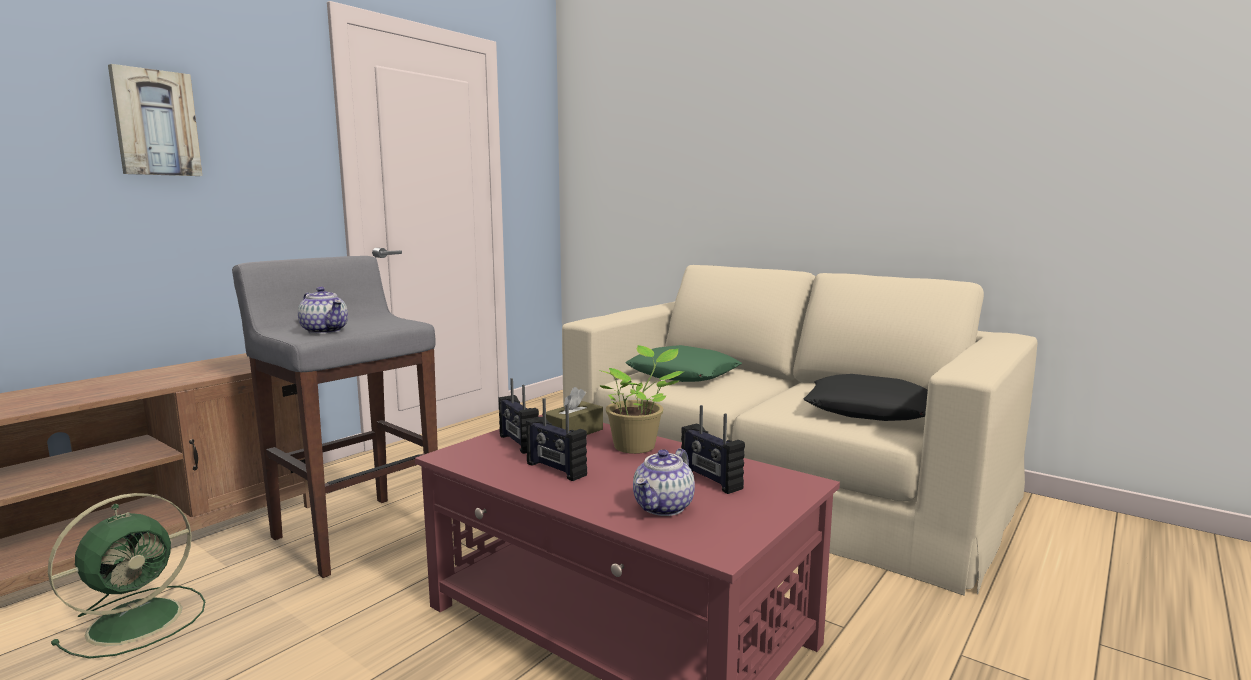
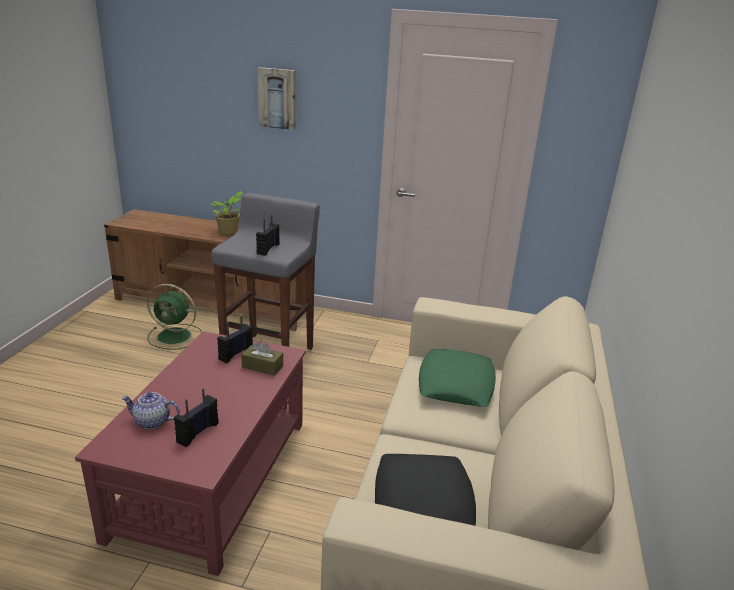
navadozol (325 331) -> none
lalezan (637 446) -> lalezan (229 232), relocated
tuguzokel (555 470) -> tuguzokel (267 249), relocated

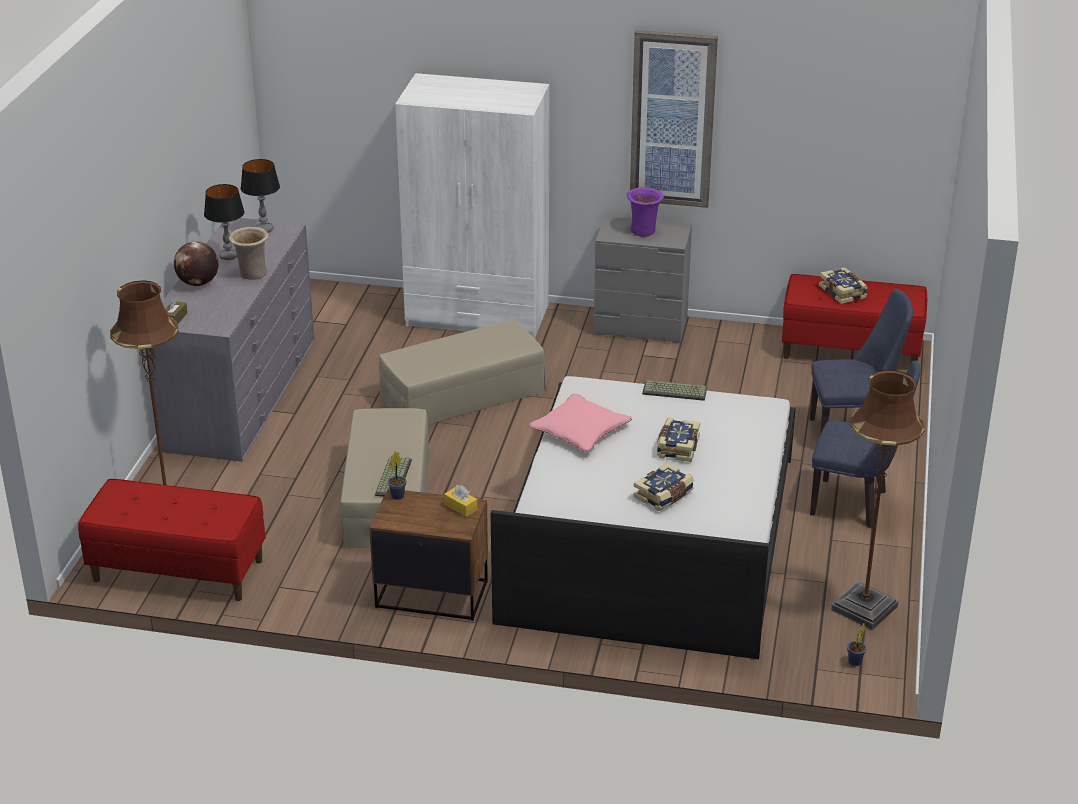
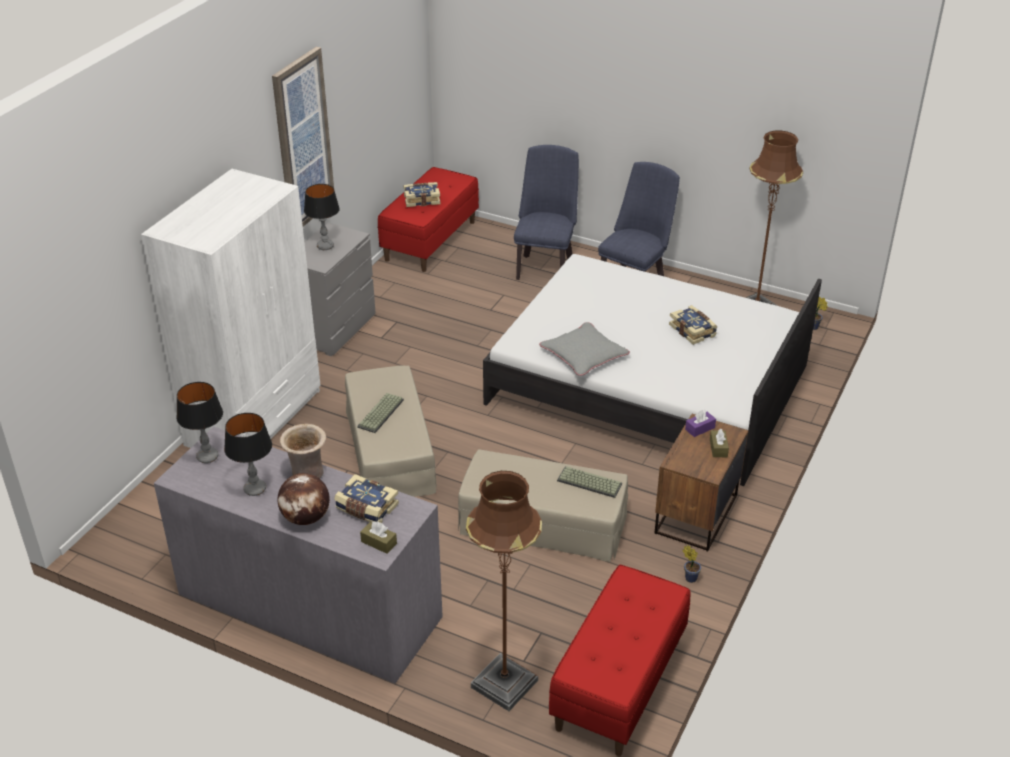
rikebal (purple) (644 231) -> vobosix (325 246)
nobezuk (673 392) -> nobezuk (381 414), relocated
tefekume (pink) (580 430) -> tefekume (grey) (584 355)
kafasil (677 447) -> kafasil (366 508), relocated
lalezan (398 495) -> lalezan (689 577), relocated
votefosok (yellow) (460 507) -> votefosok (purple) (700 428)
none -> votefosok (brown) (718 448)

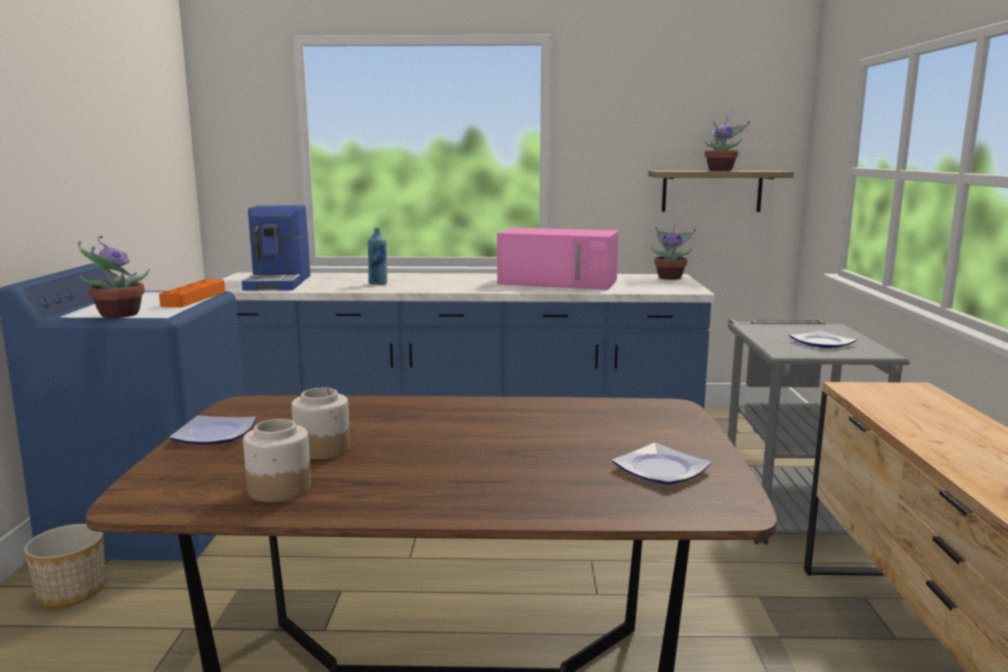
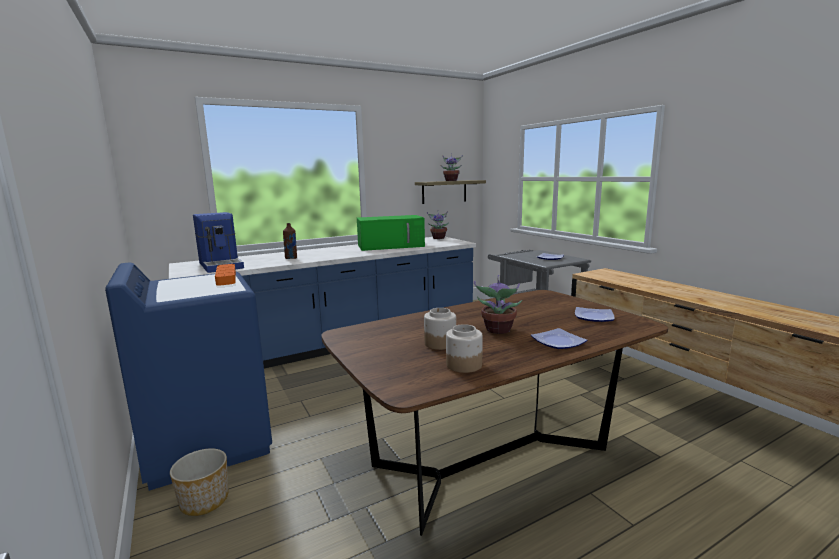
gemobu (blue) (378 284) -> gemobu (brown) (291 258)
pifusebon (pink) (559 282) -> pifusebon (green) (391 246)
lalezan (117 315) -> lalezan (497 330), relocated
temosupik (216 434) -> temosupik (558 342), relocated

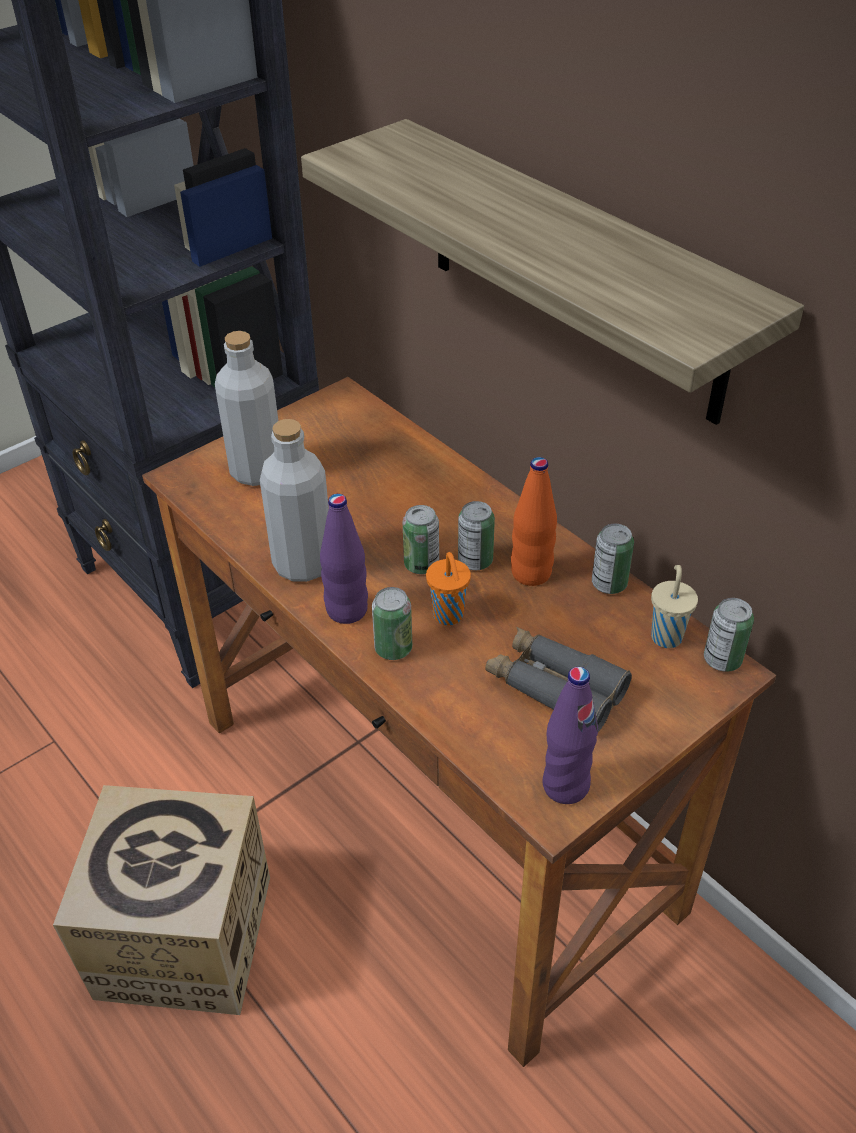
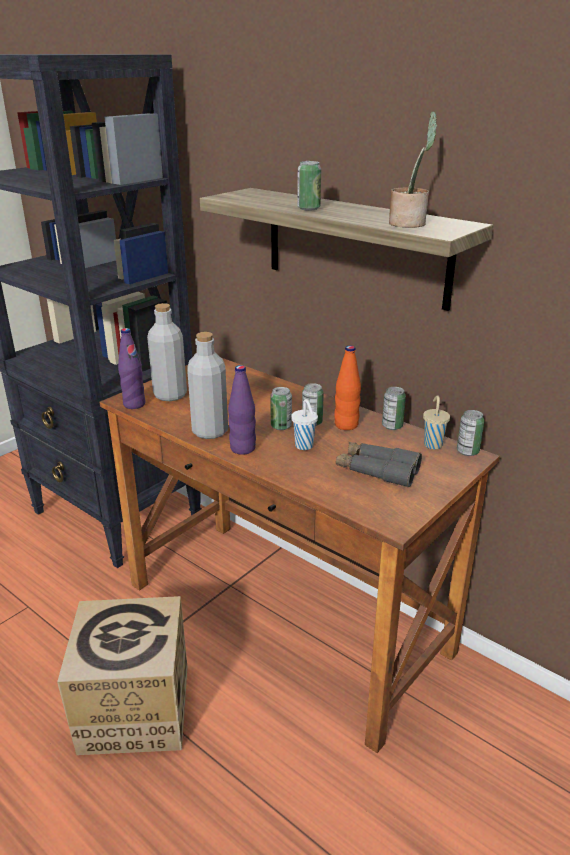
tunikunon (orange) (449 616) -> tunikunon (white) (304 446)
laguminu (393 648) -> laguminu (308 208), relocated
gemobu (purple) (565 786) -> gemobu (purple) (134 404), relocated
none -> lalezan (409 223)

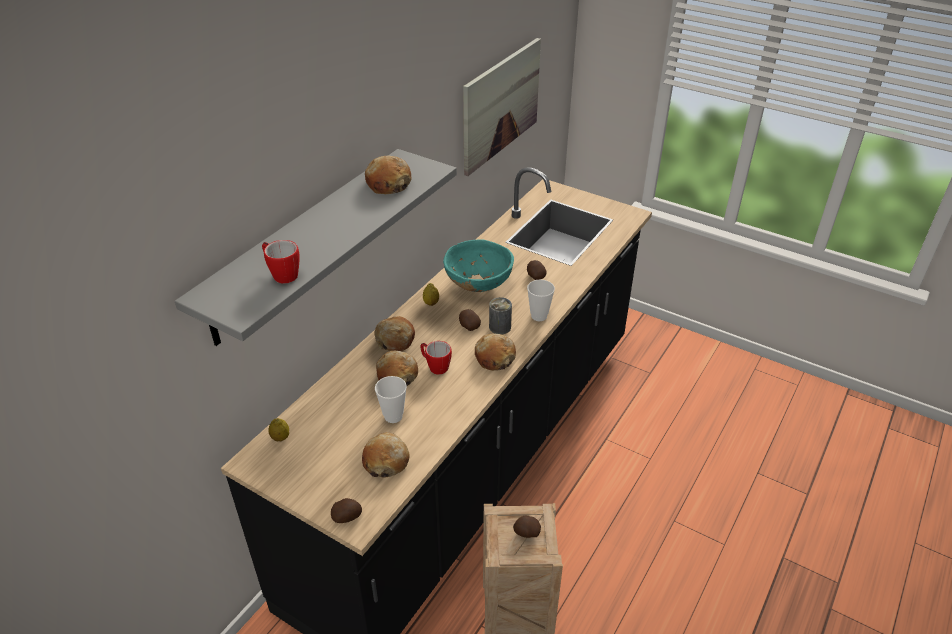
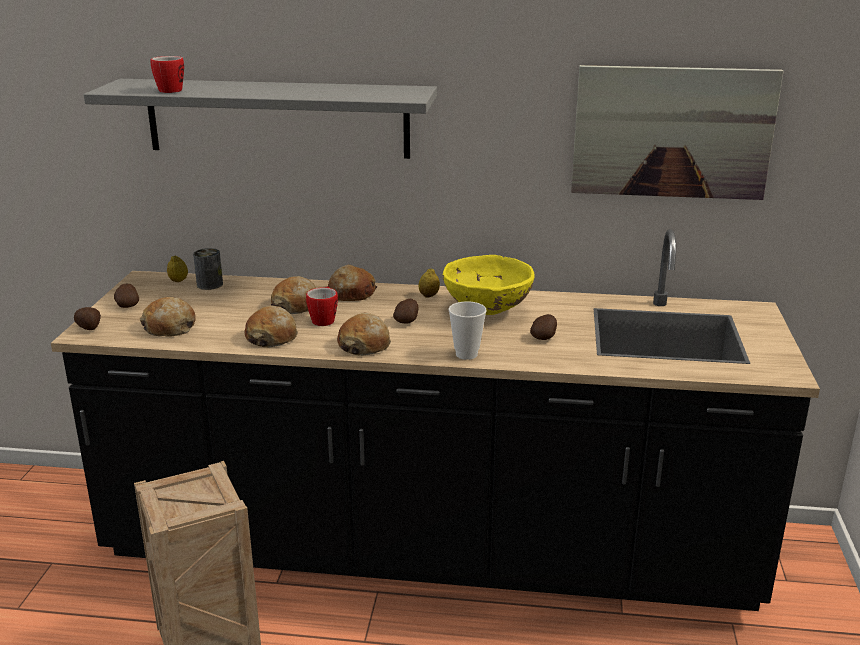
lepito (388 184) -> lepito (272 337), relocated
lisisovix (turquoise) (478 285) -> lisisovix (yellow) (487 311)
laguminu (500 327) -> laguminu (210 284), relocated
tunikunon (393 416) -> none
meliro (526 533) -> meliro (127 306), relocated

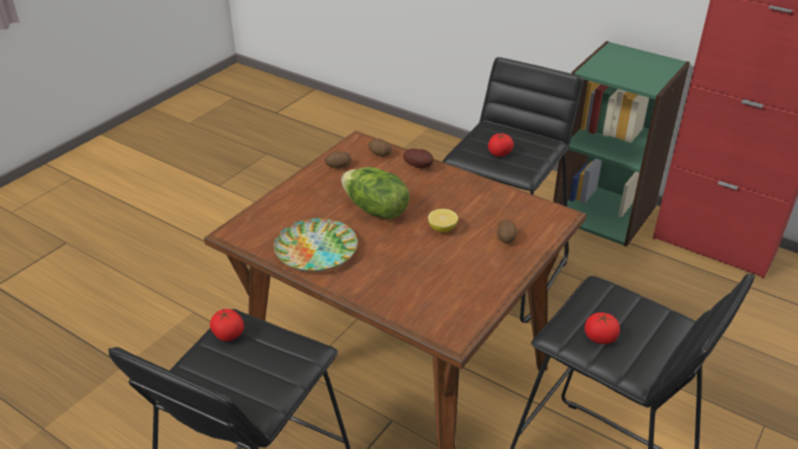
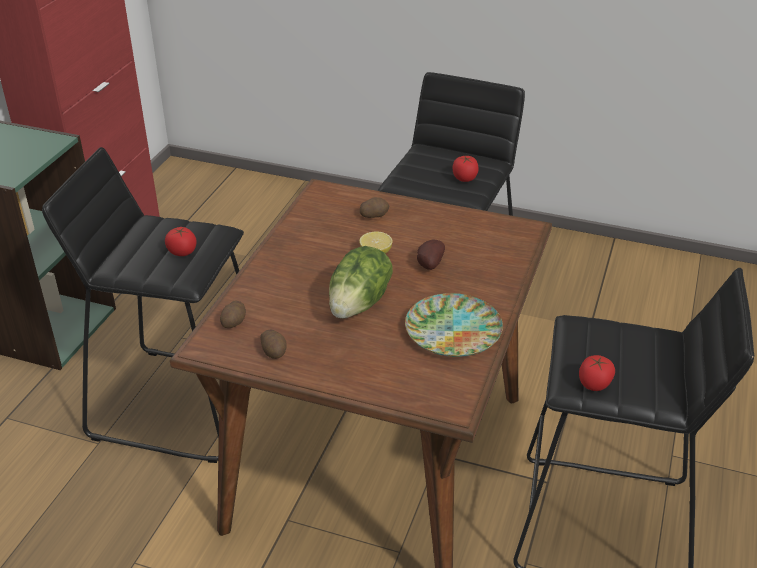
meliro (419 166) -> meliro (429 264), relocated

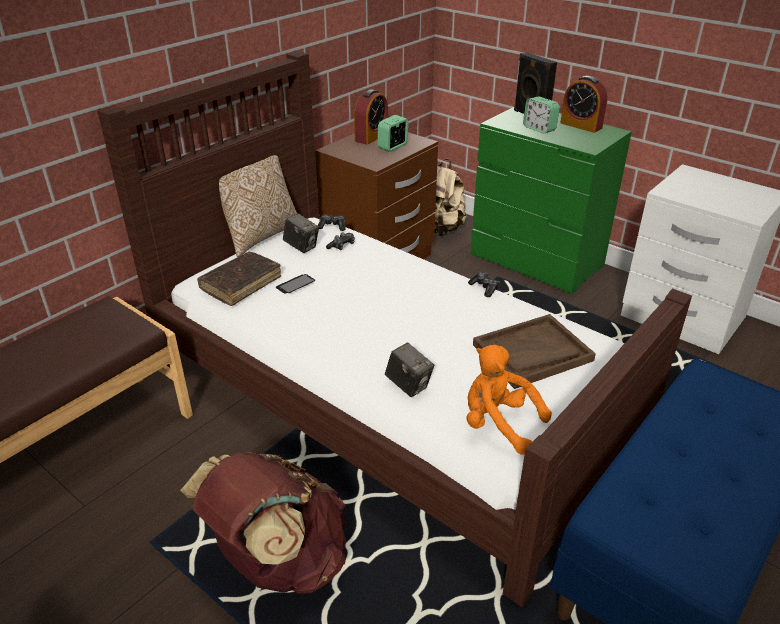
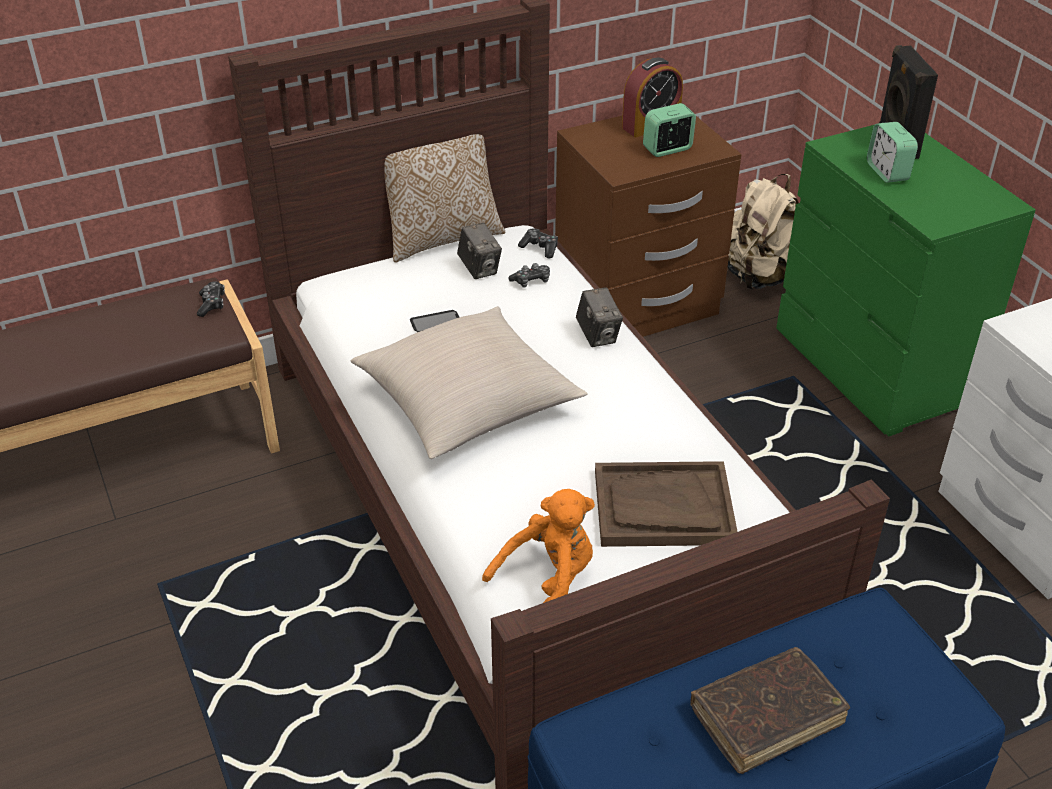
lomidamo (581 125) -> none
kafasil (brown) (241 284) -> kafasil (brown) (766 717), relocated
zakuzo (484 288) -> zakuzo (212 304), relocated
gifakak (408 385) -> gifakak (598 335), relocated
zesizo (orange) (498 424) -> zesizo (orange) (547 583), 90 degrees clockwise
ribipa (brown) (278 561) -> none
none -> tefekume (beige) (467 402)

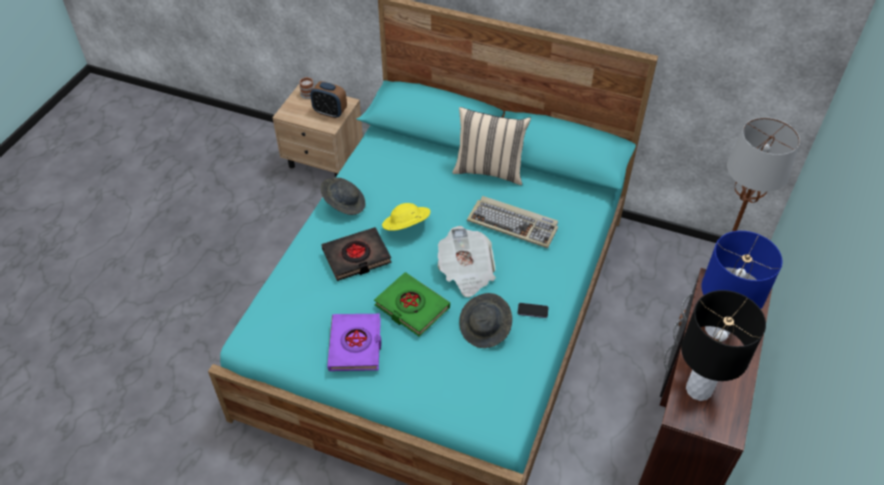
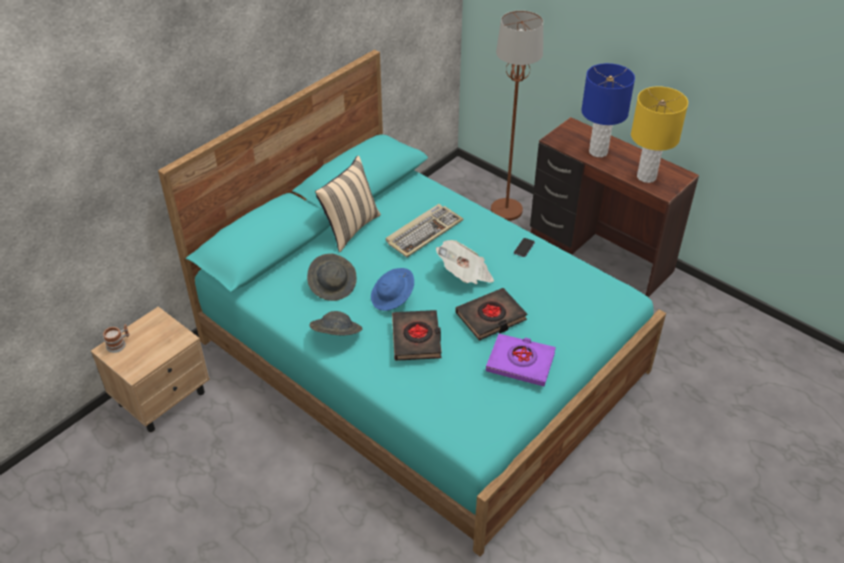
lomidamo (330 112) -> none
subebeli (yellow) (406 227) -> subebeli (blue) (392 298)
kafasil (green) (411 307) -> kafasil (black) (491 317)
vobosix (black) (698 390) -> vobosix (yellow) (646 177)
subebeli (grey) (485 328) -> subebeli (grey) (333 285), relocated

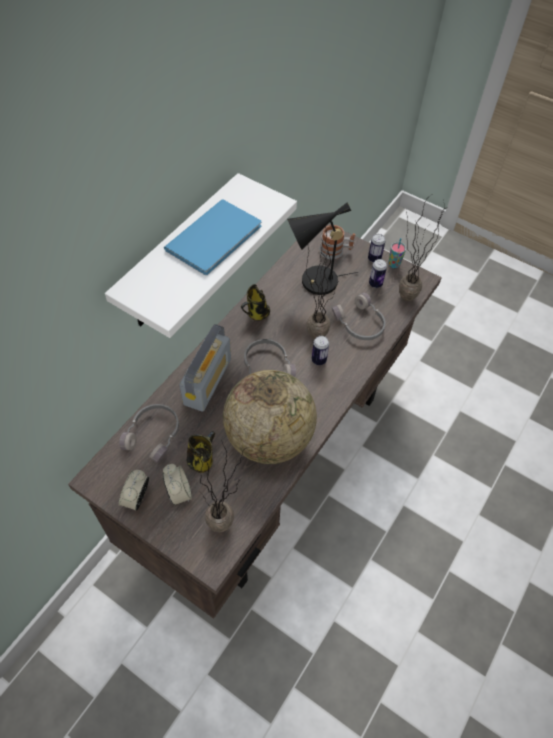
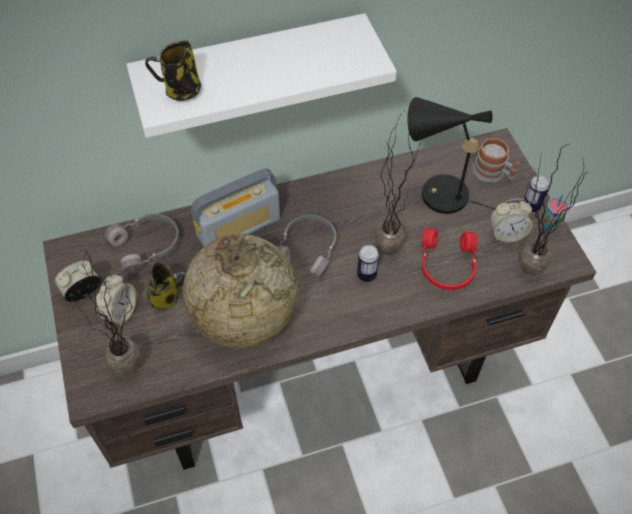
kafasil (blue) (217 237) -> none
laguminu (375 284) -> lomidamo (506 234)
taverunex (256 314) -> taverunex (180 91), relocated
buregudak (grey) (359 324) -> buregudak (red) (446 265)

